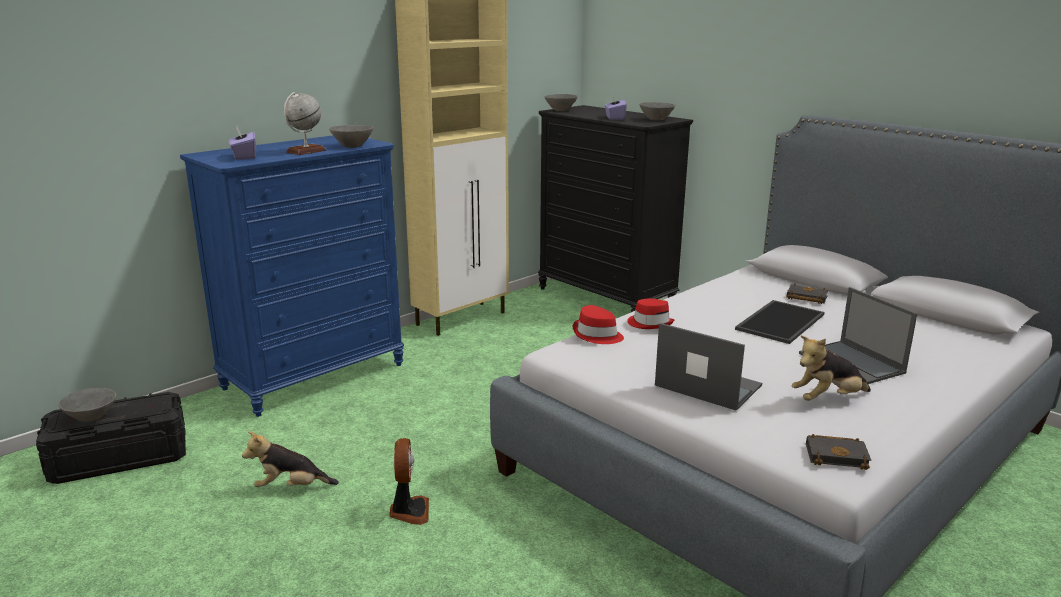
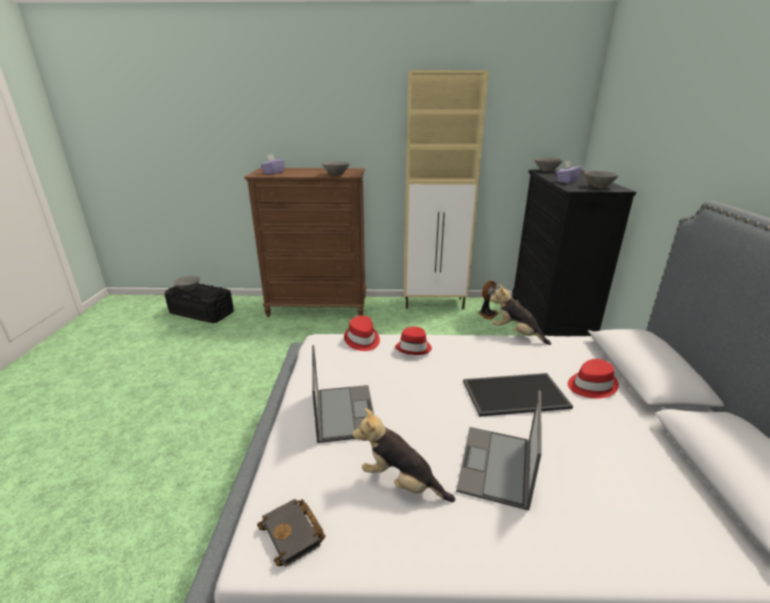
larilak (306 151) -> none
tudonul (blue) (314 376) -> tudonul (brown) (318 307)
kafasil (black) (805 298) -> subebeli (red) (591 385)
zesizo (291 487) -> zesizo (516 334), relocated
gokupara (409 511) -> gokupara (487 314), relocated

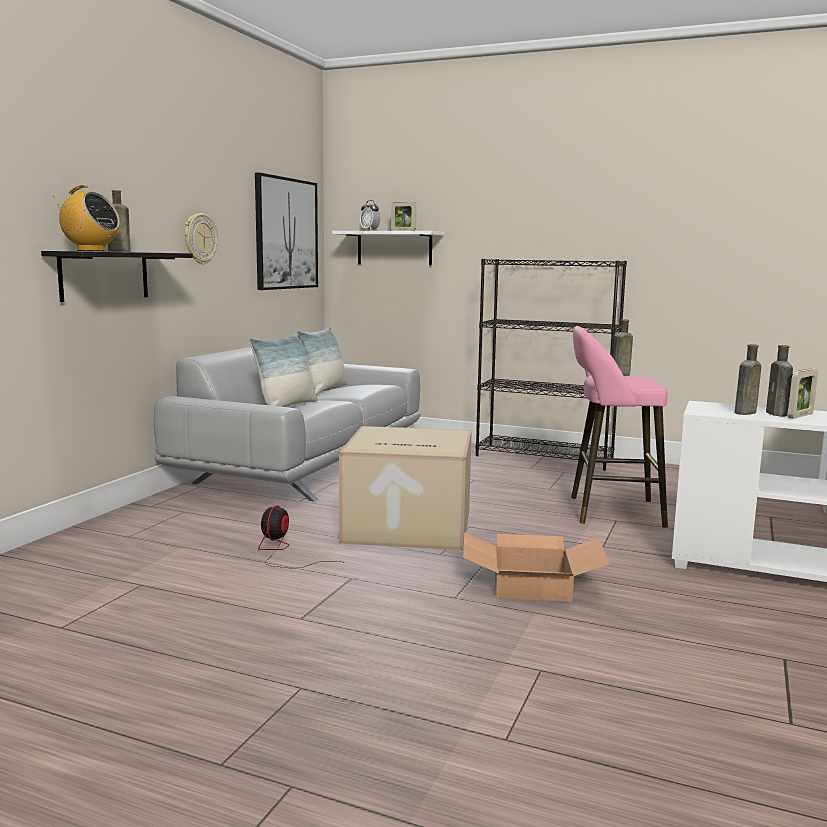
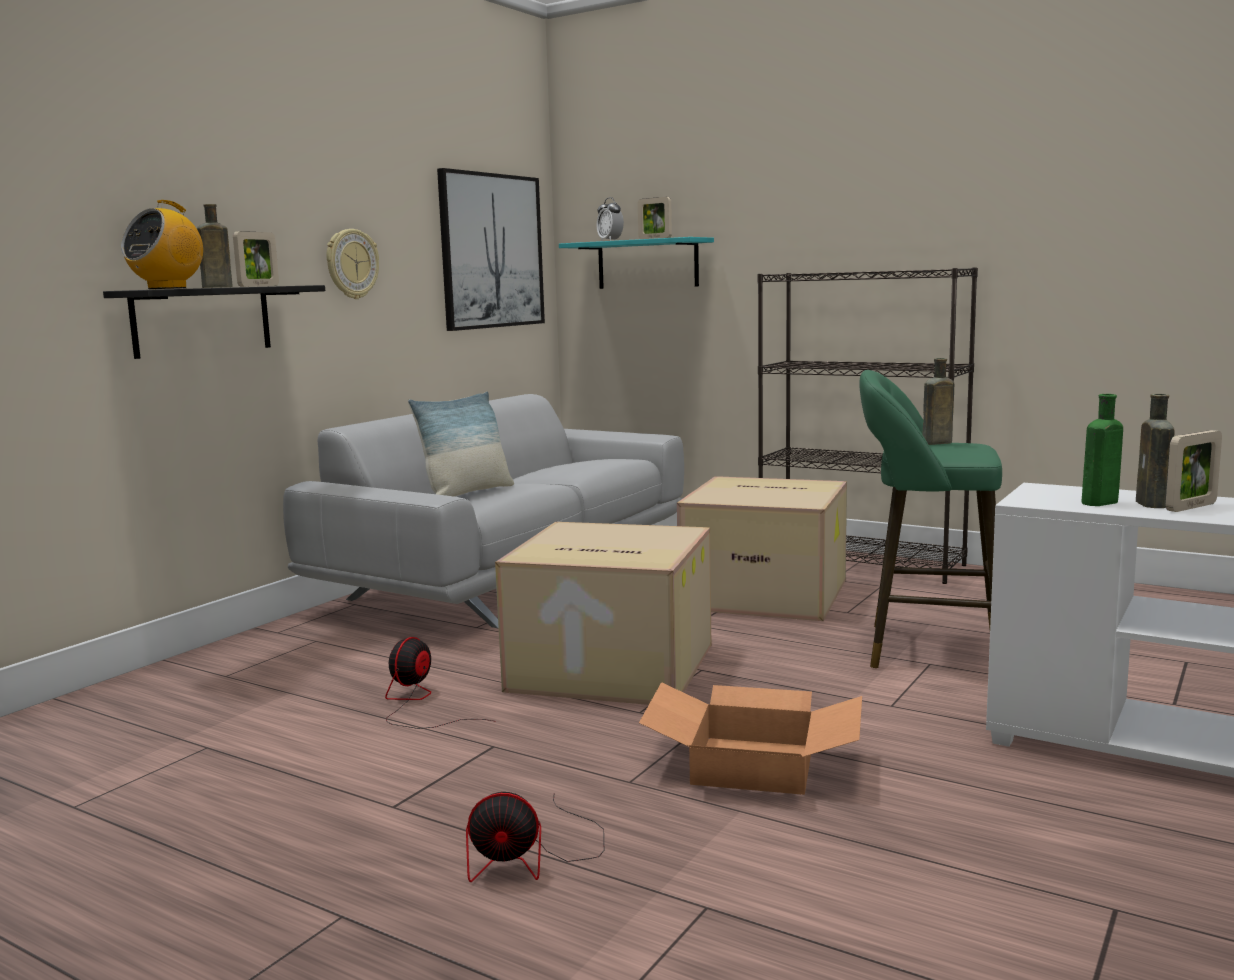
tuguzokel (90 251) -> tuguzokel (168 288), 90 degrees clockwise
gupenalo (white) (394 248) -> gupenalo (turquoise) (647 264)
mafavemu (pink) (609 511) -> mafavemu (green) (925 649)
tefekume (324 389) -> none
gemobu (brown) (744 413) -> gemobu (green) (1098 503)
none -> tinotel (258 286)
none -> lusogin (768 593)
none -> gokupara (532 856)

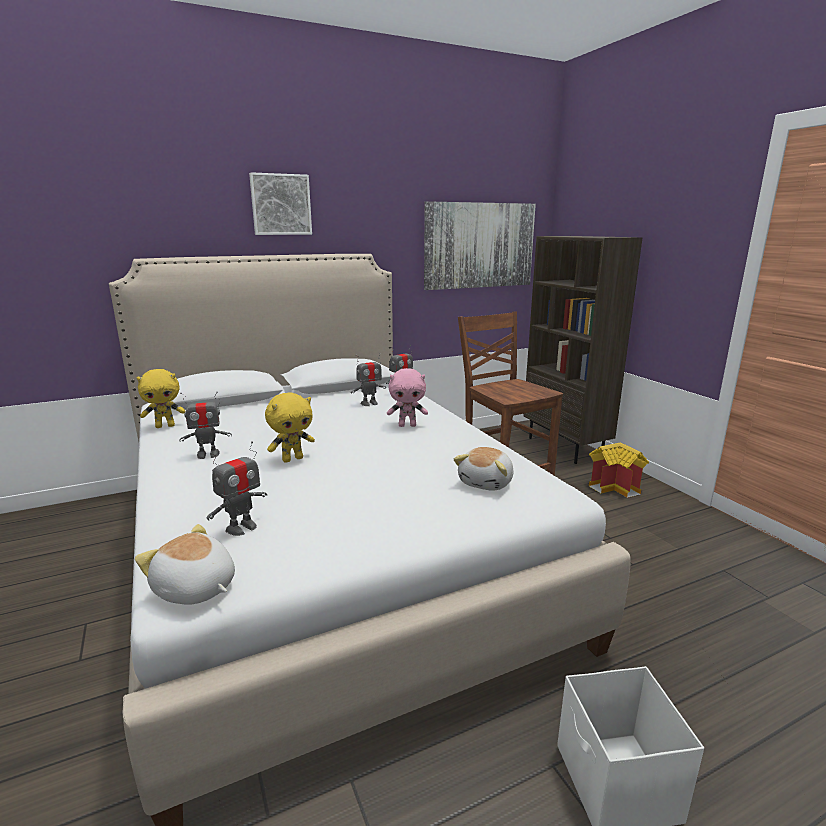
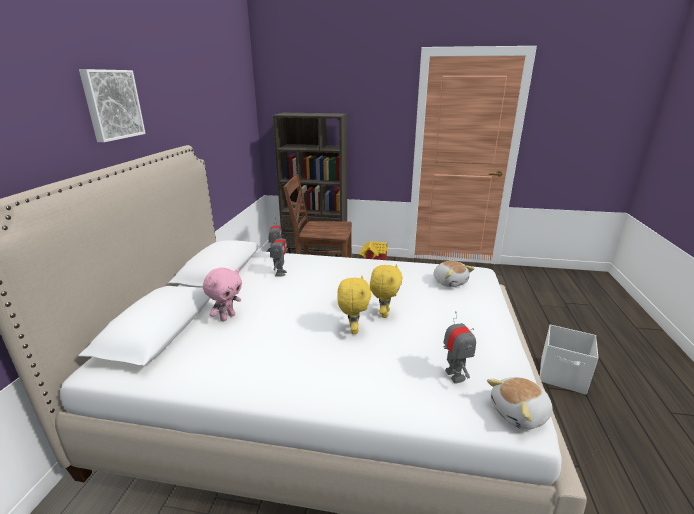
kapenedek (479 245) -> none
zesizo (pink) (407 425) -> zesizo (pink) (227 317), relocated
zesizo (yellow) (165 426) -> zesizo (yellow) (384 313), relocated
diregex (208 454) -> none

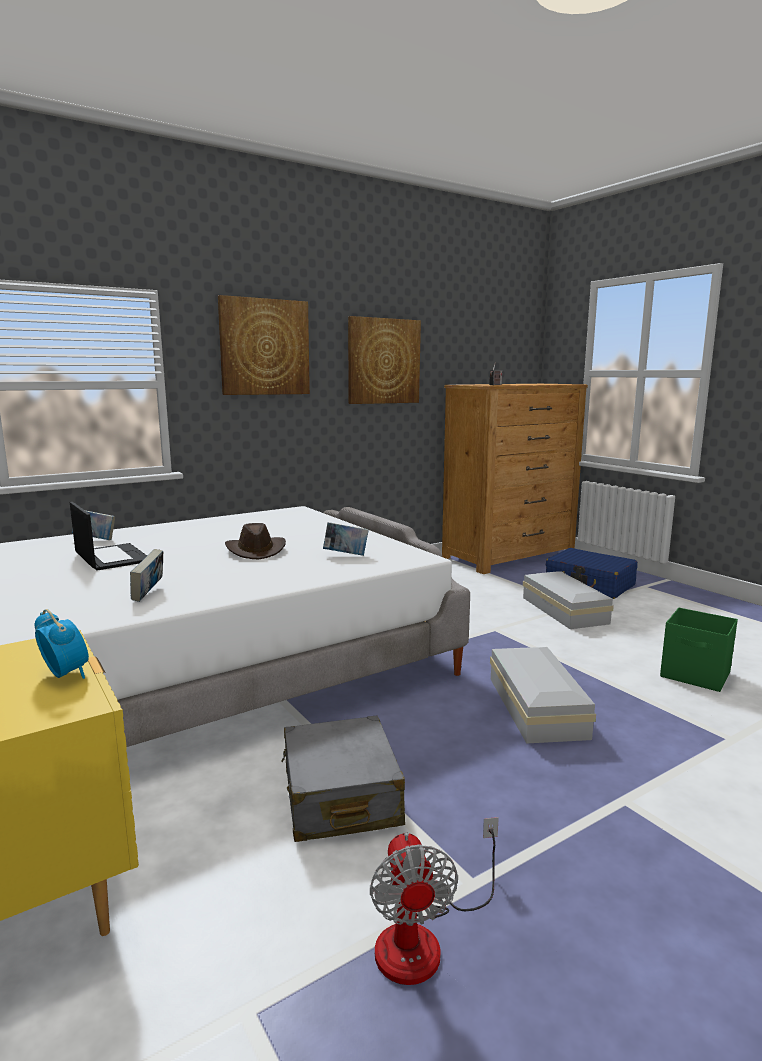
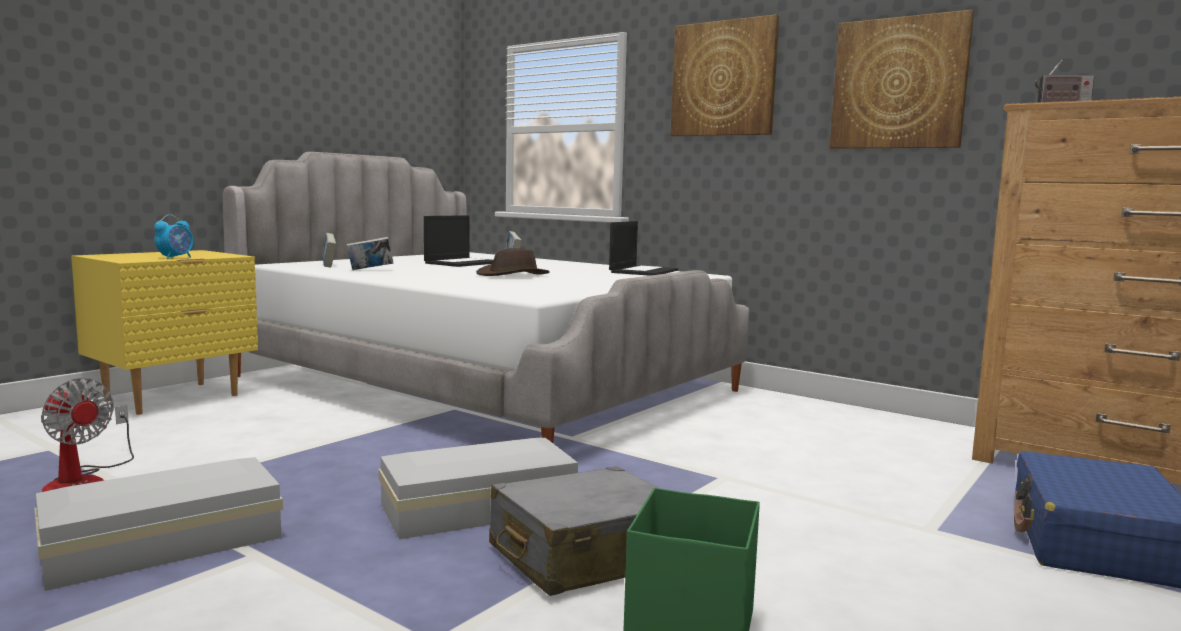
kafasil (346 555) -> kafasil (329 266), relocated
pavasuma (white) (564 609) -> pavasuma (white) (168 543), relocated
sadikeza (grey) (340 797) -> sadikeza (grey) (585 556), relocated
gokupara (424 938) -> gokupara (84 482), 120 degrees counterclockwise
none -> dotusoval (643 271)

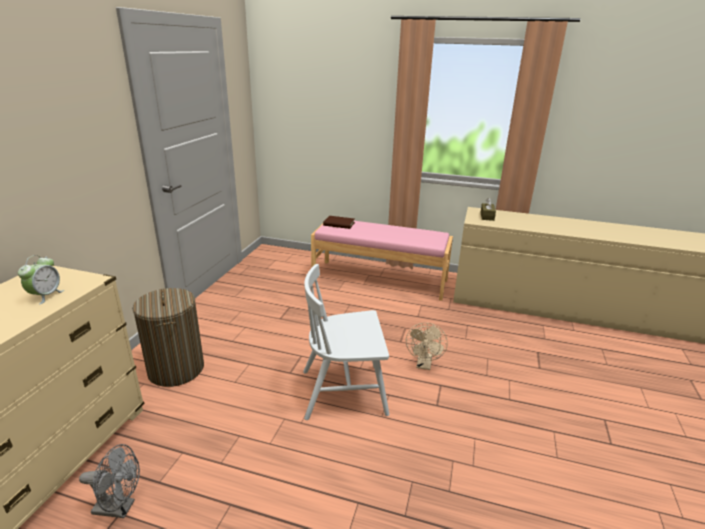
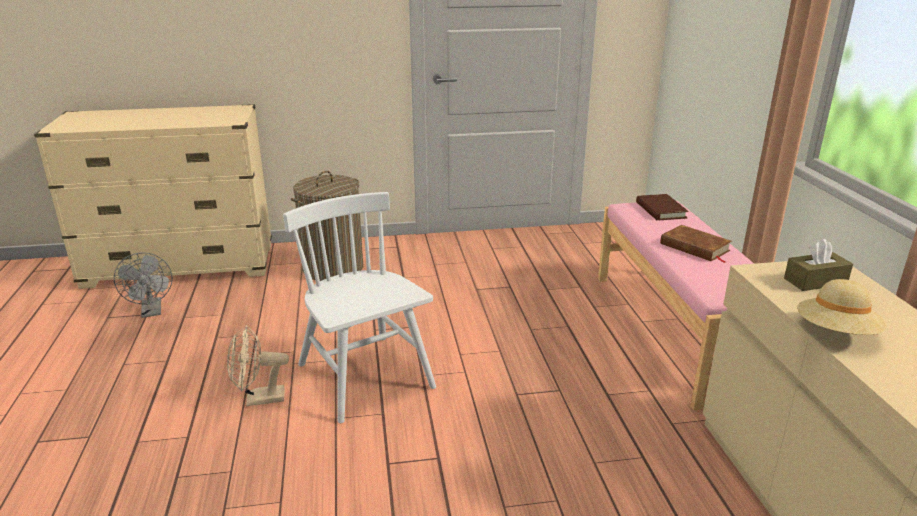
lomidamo (45 296) -> none
gokupara (beige) (424 365) -> gokupara (beige) (258 399), relocated
none -> kafasil (brown) (694 247)
none -> subebeli (beige) (836 333)

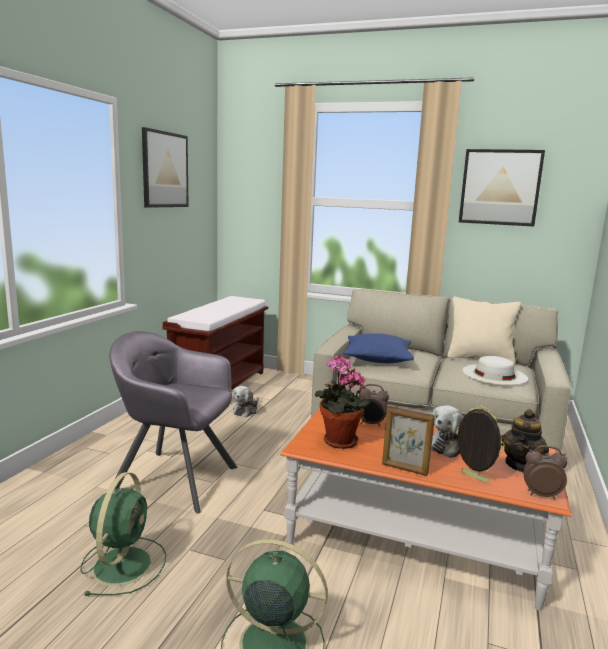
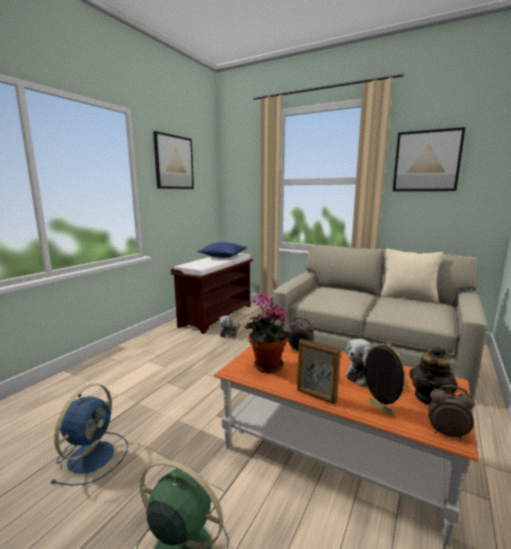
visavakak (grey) (175 479) -> none
tefekume (blue) (378 358) -> tefekume (blue) (223 256), relocated
subebeli (white) (494 374) -> none
gokupara (green) (123 563) -> gokupara (blue) (92 456)

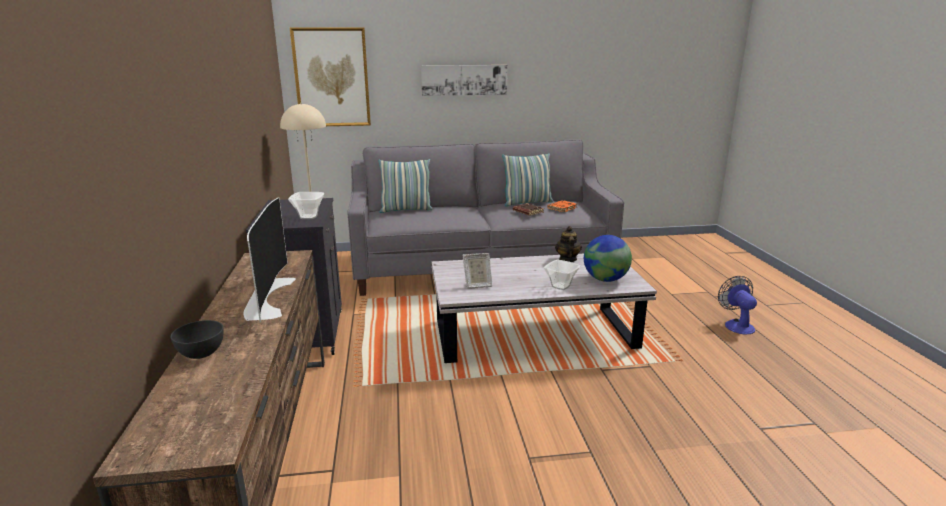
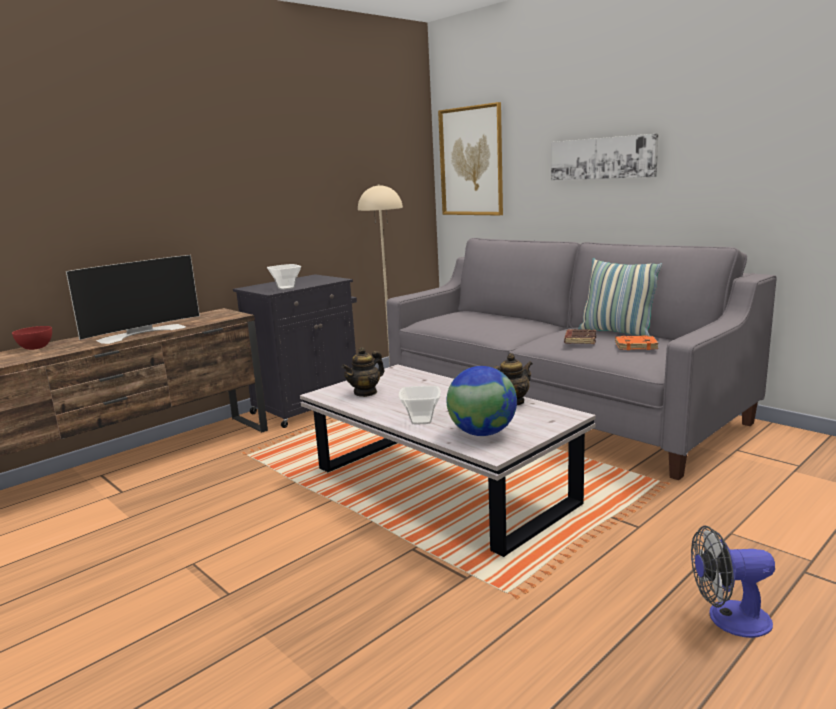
tefekume (406 210) -> none
tinotel (477 285) -> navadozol (365 392)
gokupara (736 325) -> gokupara (728 619), 135 degrees counterclockwise
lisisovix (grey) (201 354) -> lisisovix (red) (35 348)

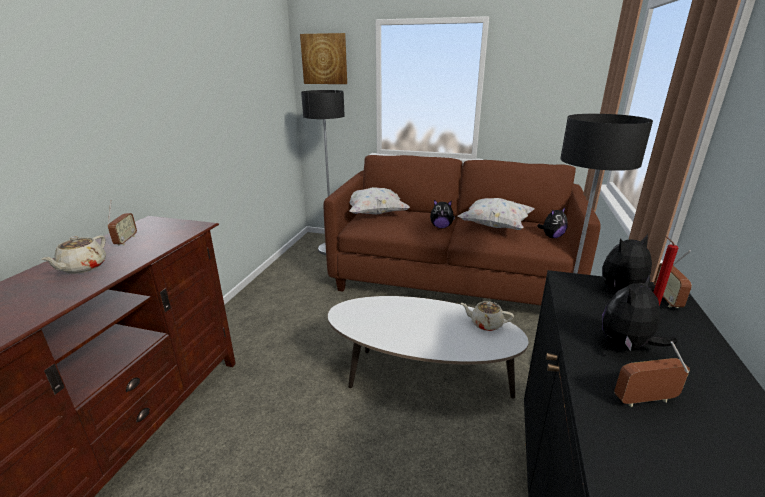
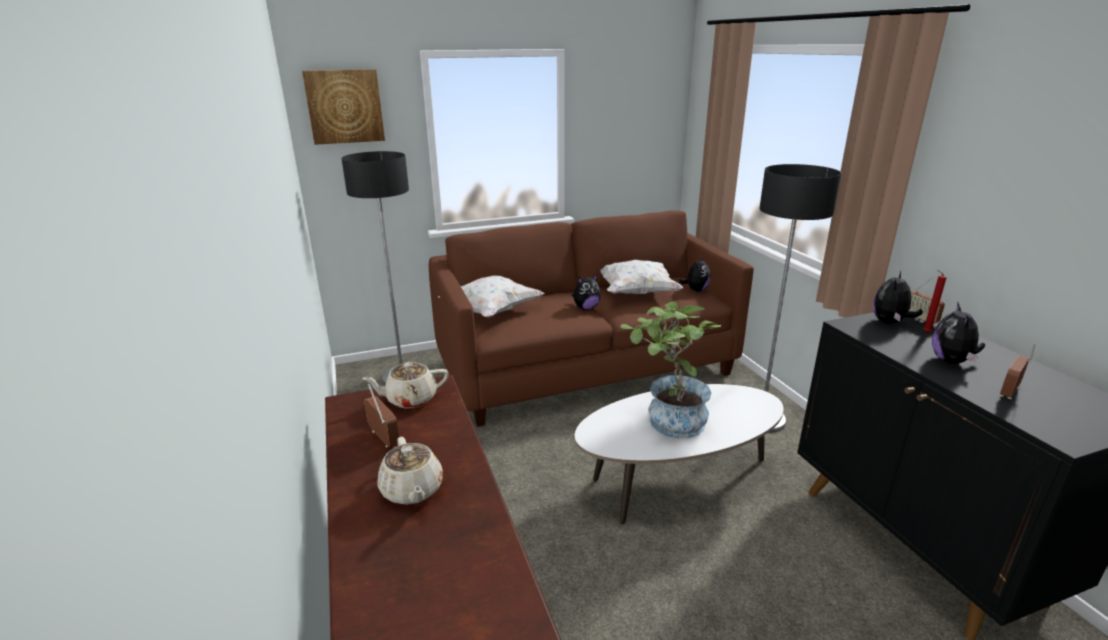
navadozol (beige) (485 324) -> navadozol (beige) (410 399), relocated
none -> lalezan (668 422)

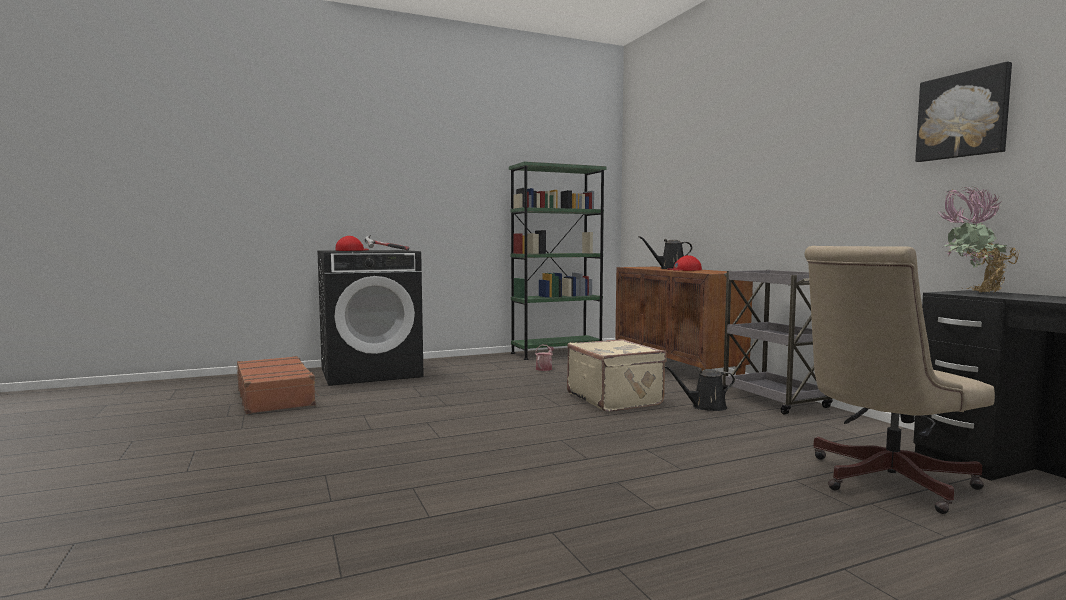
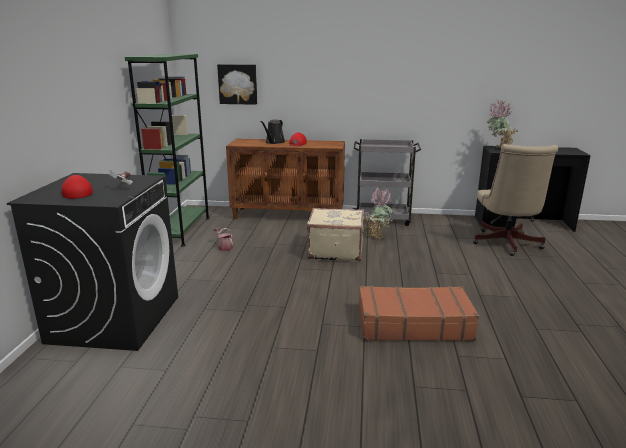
kapenedek (963 115) -> kapenedek (238 84), relocated
sadikeza (brown) (276 396) -> sadikeza (brown) (413 324), relocated
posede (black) (705 407) -> lalezan (377 236)

